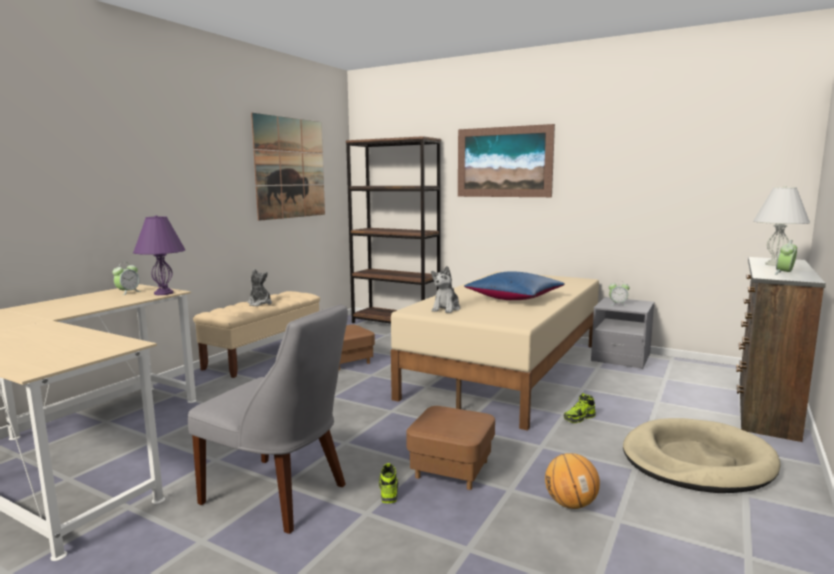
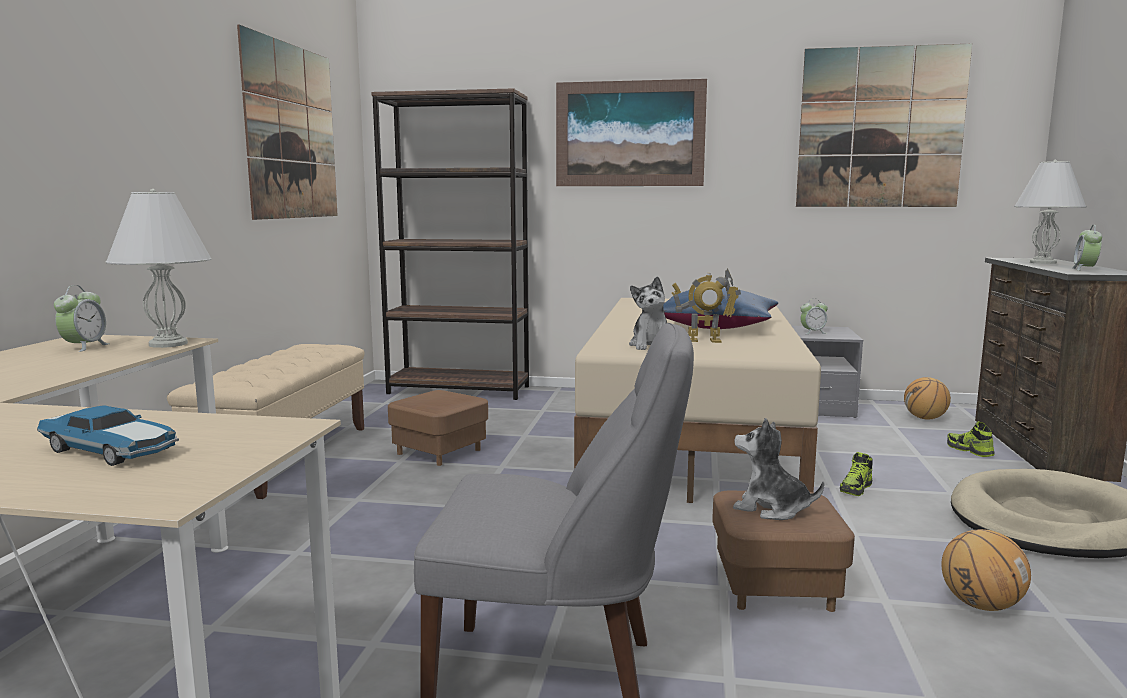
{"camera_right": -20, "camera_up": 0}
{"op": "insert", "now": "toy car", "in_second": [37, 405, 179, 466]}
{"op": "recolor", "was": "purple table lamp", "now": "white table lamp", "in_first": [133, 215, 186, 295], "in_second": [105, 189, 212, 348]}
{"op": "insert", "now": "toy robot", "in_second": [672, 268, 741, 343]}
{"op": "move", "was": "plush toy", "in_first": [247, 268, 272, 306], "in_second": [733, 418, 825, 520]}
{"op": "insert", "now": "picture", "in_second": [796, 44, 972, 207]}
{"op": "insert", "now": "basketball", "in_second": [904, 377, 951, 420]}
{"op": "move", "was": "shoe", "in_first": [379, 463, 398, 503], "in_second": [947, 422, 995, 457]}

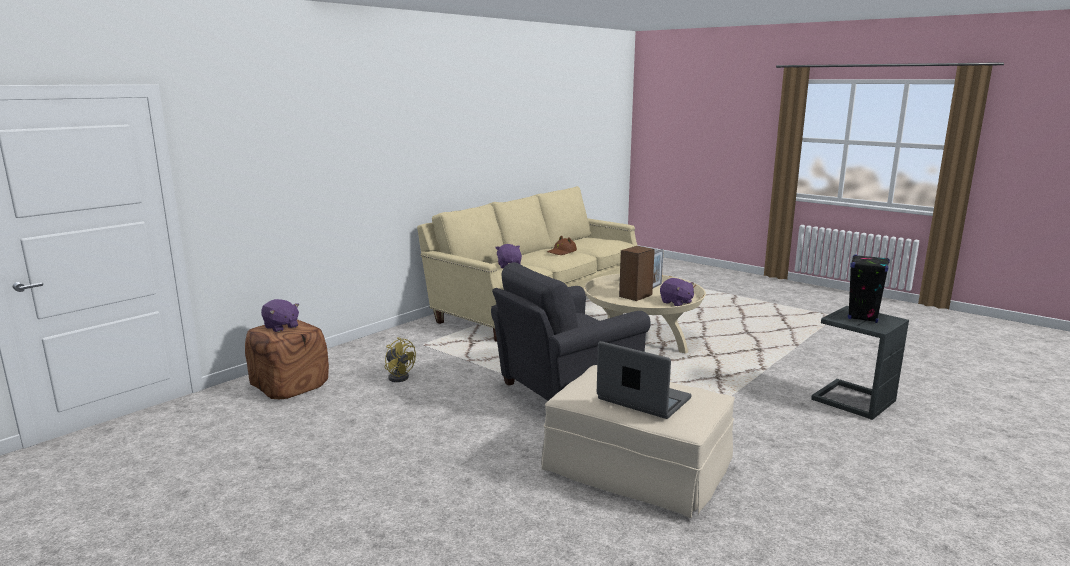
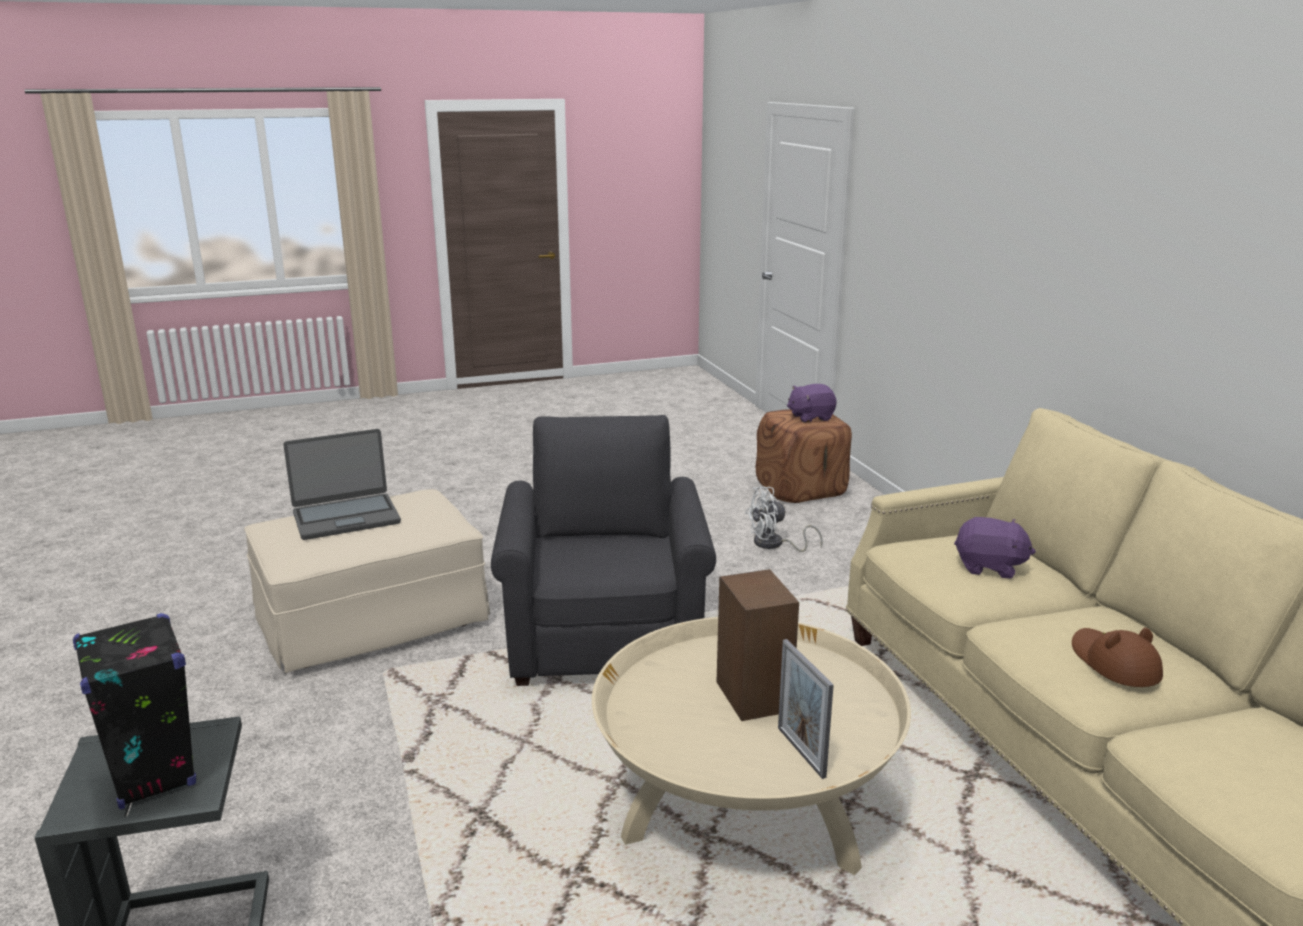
{"camera_right": 120, "camera_up": 5}
{"op": "recolor", "was": "yellow fan", "now": "white fan", "in_first": [385, 337, 416, 382], "in_second": [745, 486, 823, 552]}
{"op": "delete", "was": "purple plush toy", "in_first": [660, 278, 694, 306]}

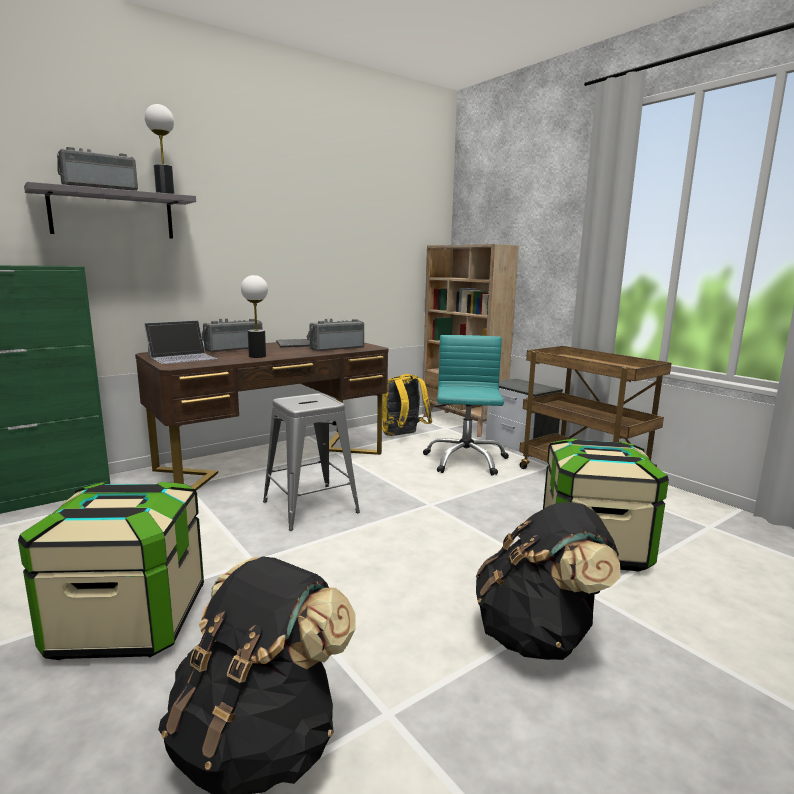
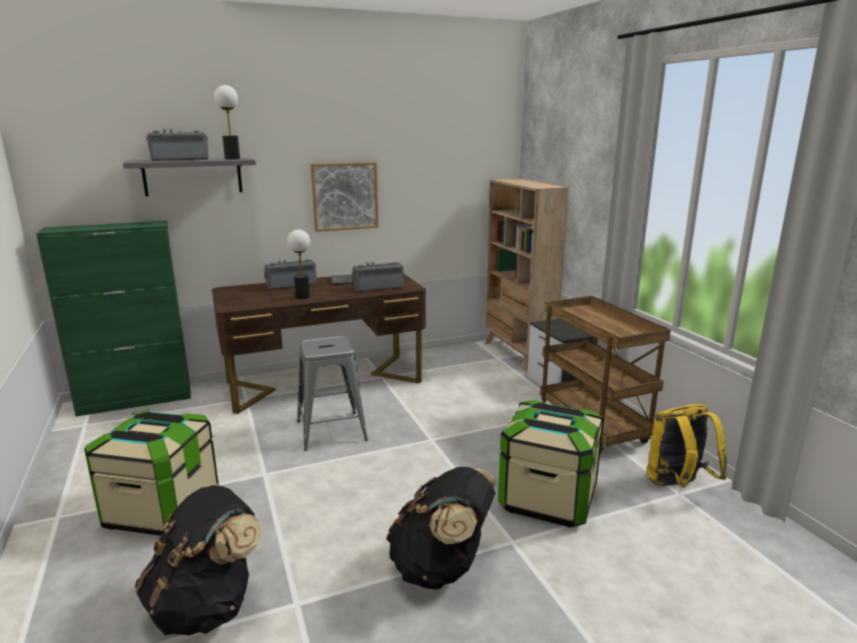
{"camera_right": 15, "camera_up": 5}
{"op": "insert", "now": "picture", "in_second": [311, 162, 378, 232]}
{"op": "move", "was": "yellow backpack", "in_first": [382, 374, 433, 436], "in_second": [647, 404, 728, 488]}
{"op": "delete", "was": "laptop", "in_first": [144, 320, 218, 364]}
{"op": "delete", "was": "turquoise office chair", "in_first": [423, 335, 509, 476]}

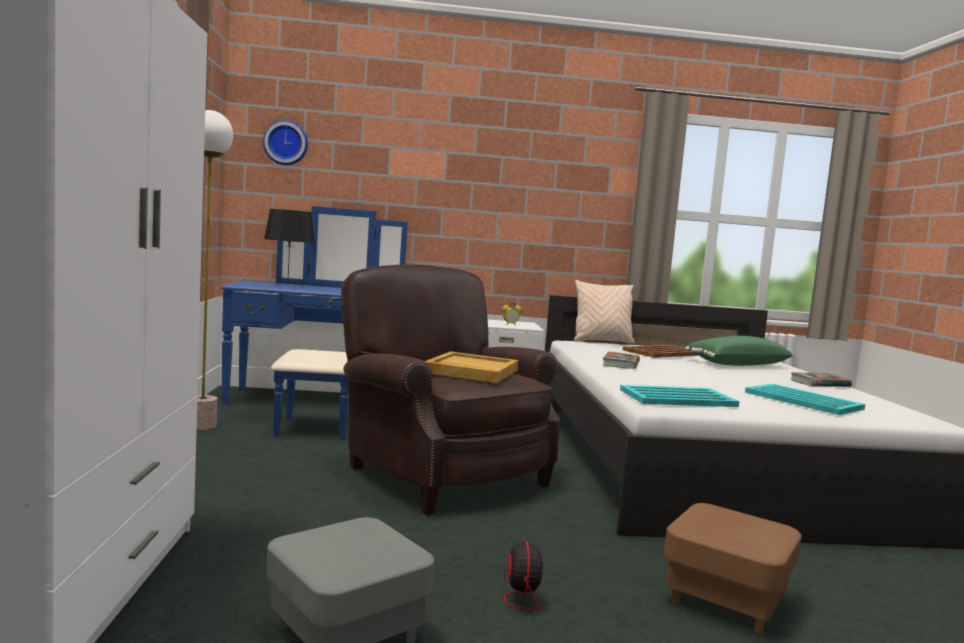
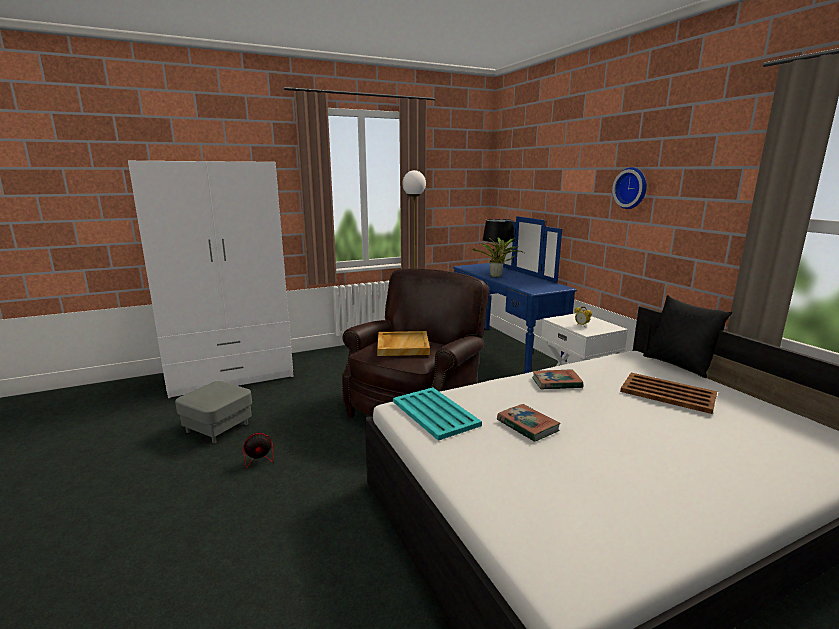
{"camera_right": 70, "camera_up": 10}
{"op": "insert", "now": "potted plant", "in_second": [473, 237, 524, 277]}
{"op": "move", "was": "book", "in_first": [790, 372, 852, 387], "in_second": [497, 404, 561, 442]}
{"op": "move", "was": "wall clock", "in_first": [263, 120, 308, 165], "in_second": [612, 167, 647, 209]}
{"op": "recolor", "was": "beige pillow", "now": "black pillow", "in_first": [574, 280, 635, 344], "in_second": [643, 295, 732, 378]}
{"op": "delete", "was": "brown ottoman", "in_first": [664, 503, 802, 634]}
{"op": "delete", "was": "green pillow", "in_first": [685, 336, 794, 366]}
{"op": "delete", "was": "turquoise tray", "in_first": [745, 384, 865, 415]}

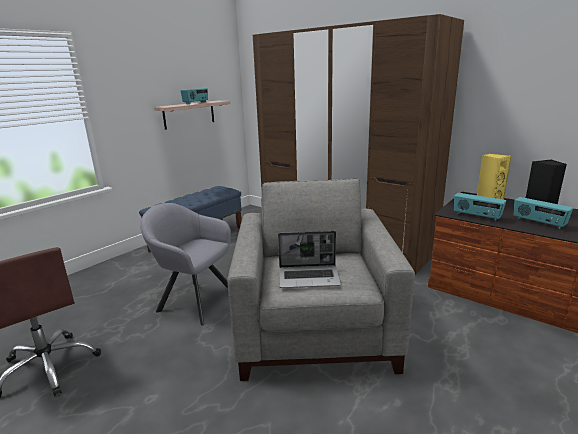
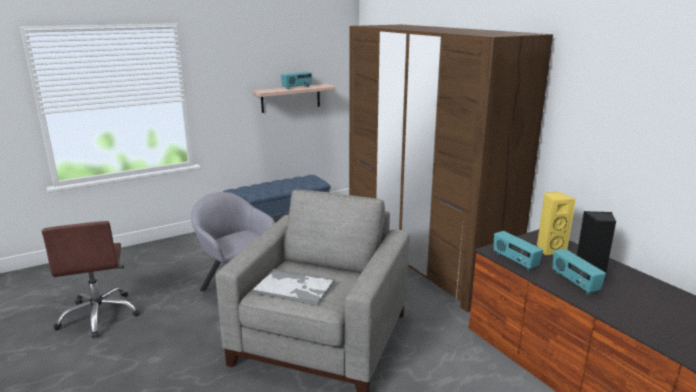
{"camera_right": 20, "camera_up": 0}
{"op": "replace", "was": "laptop", "now": "tray", "in_first": [278, 231, 341, 288], "in_second": [252, 269, 335, 306]}

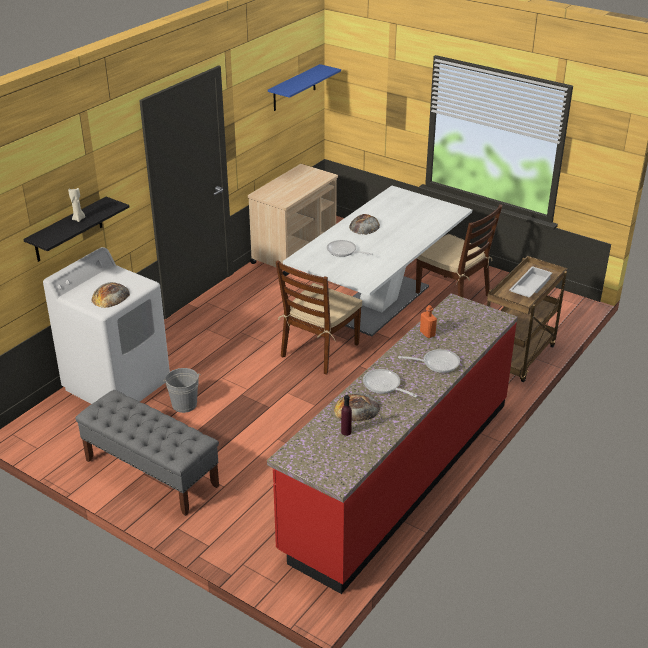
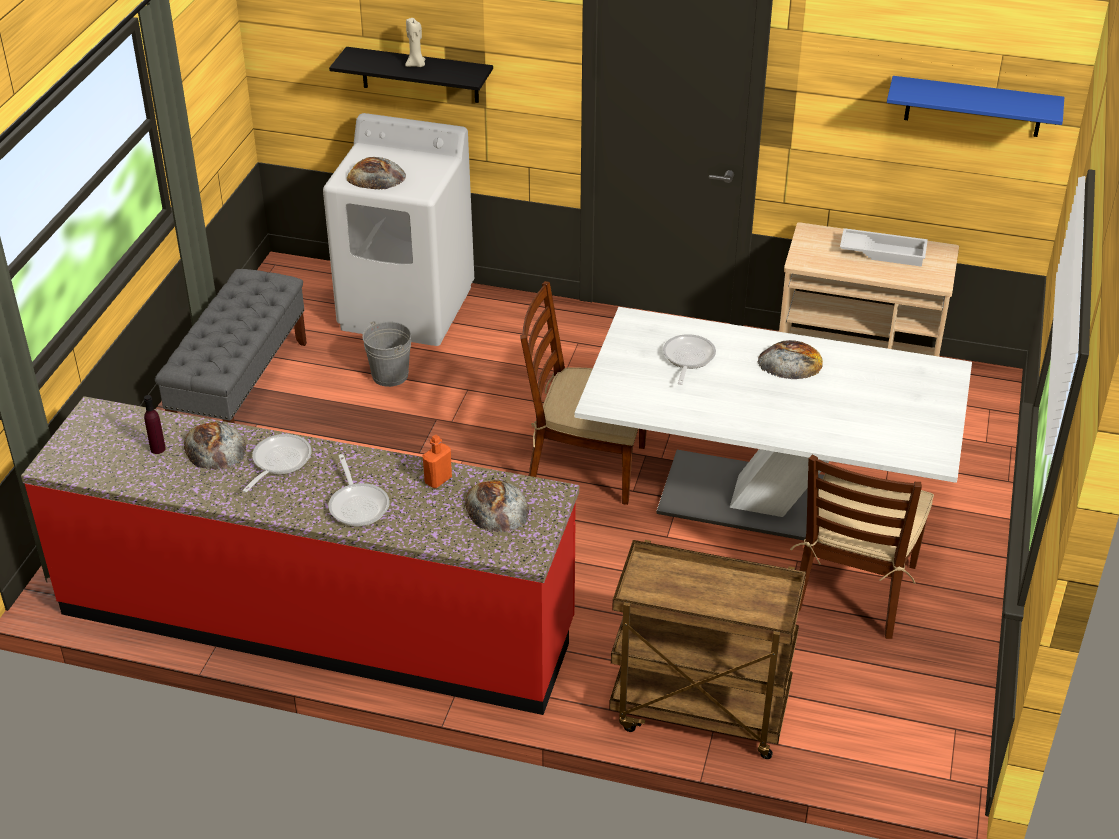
{"camera_right": 70, "camera_up": 5}
{"op": "insert", "now": "bread", "in_second": [465, 480, 529, 533]}
{"op": "move", "was": "white tray", "in_first": [510, 266, 552, 298], "in_second": [840, 228, 928, 267]}

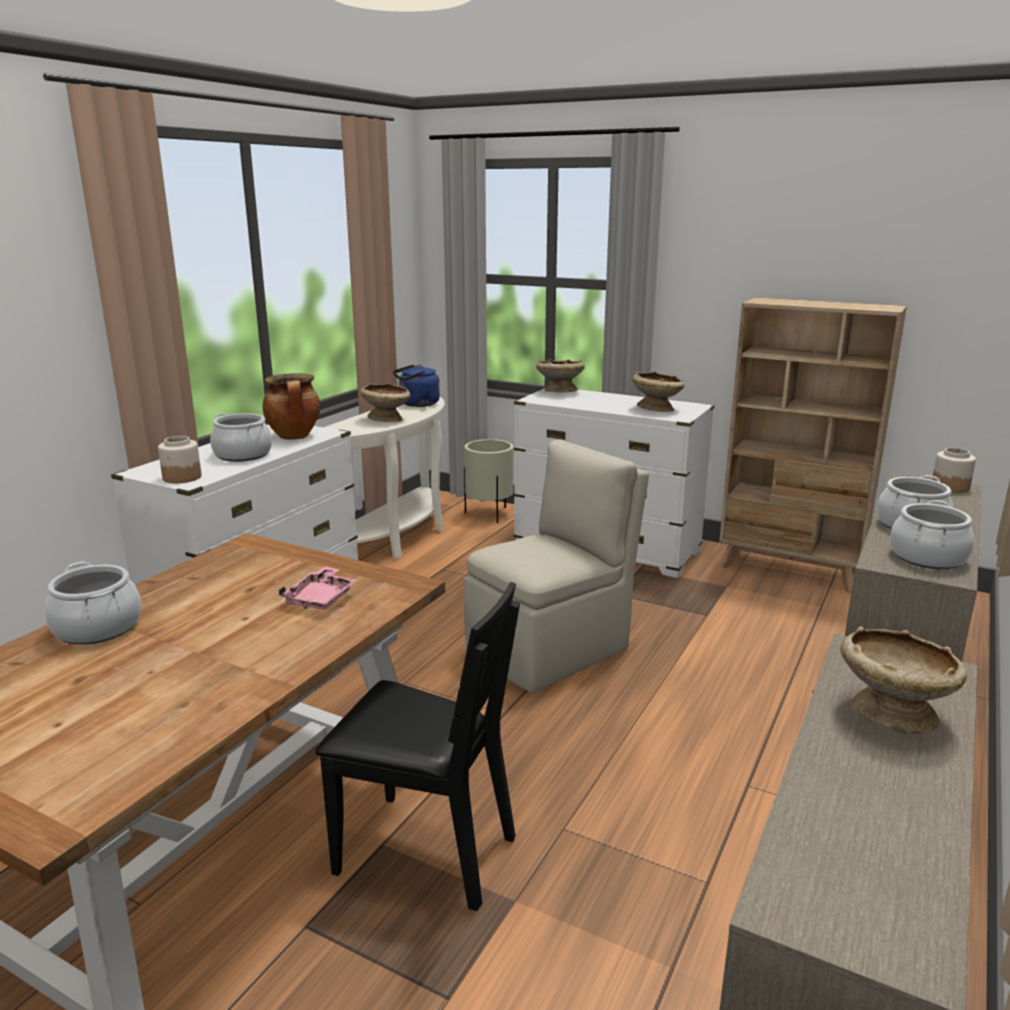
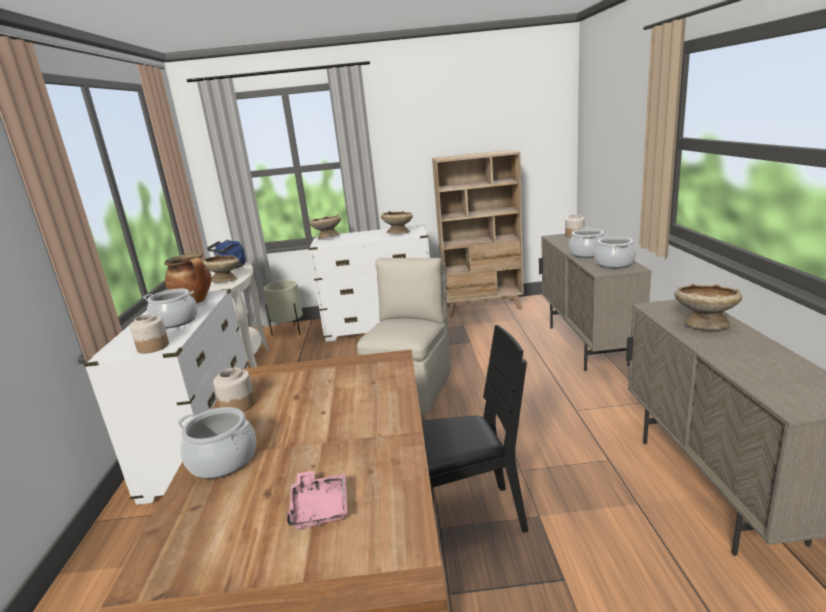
{"camera_right": -30, "camera_up": 0}
{"op": "insert", "now": "jar", "in_second": [213, 367, 255, 412]}
{"op": "move", "was": "pink tray", "in_first": [278, 566, 358, 609], "in_second": [287, 470, 348, 530]}

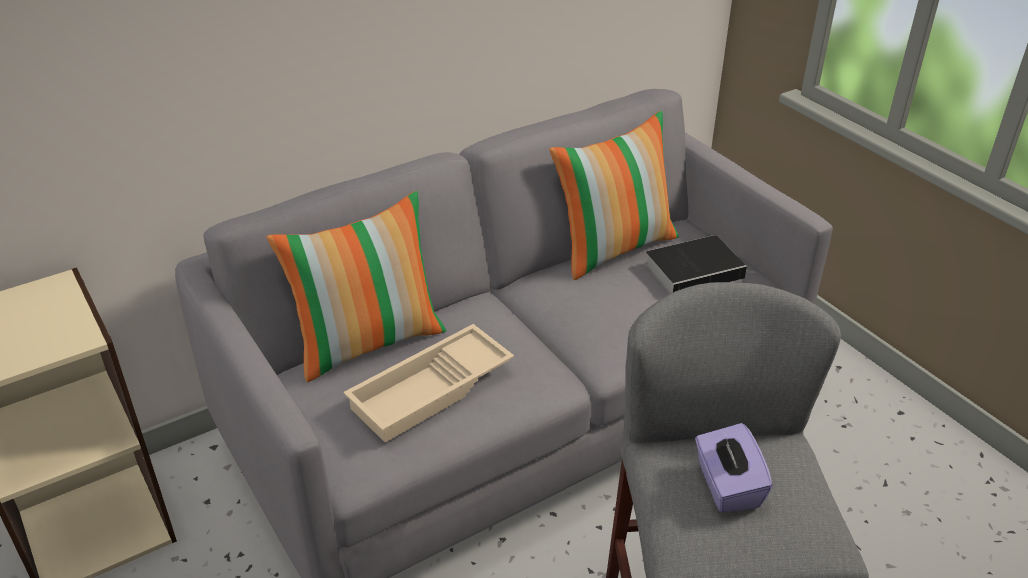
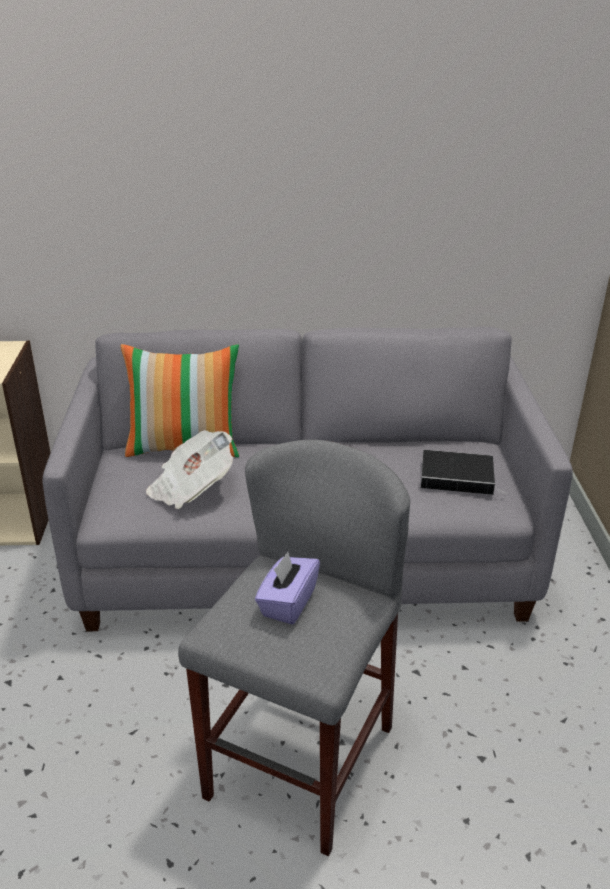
{"camera_right": 30, "camera_up": -5}
{"op": "replace", "was": "beige tray", "now": "newspaper", "in_first": [343, 324, 514, 443], "in_second": [146, 430, 233, 509]}
{"op": "delete", "was": "pillow", "in_first": [549, 111, 679, 280]}

